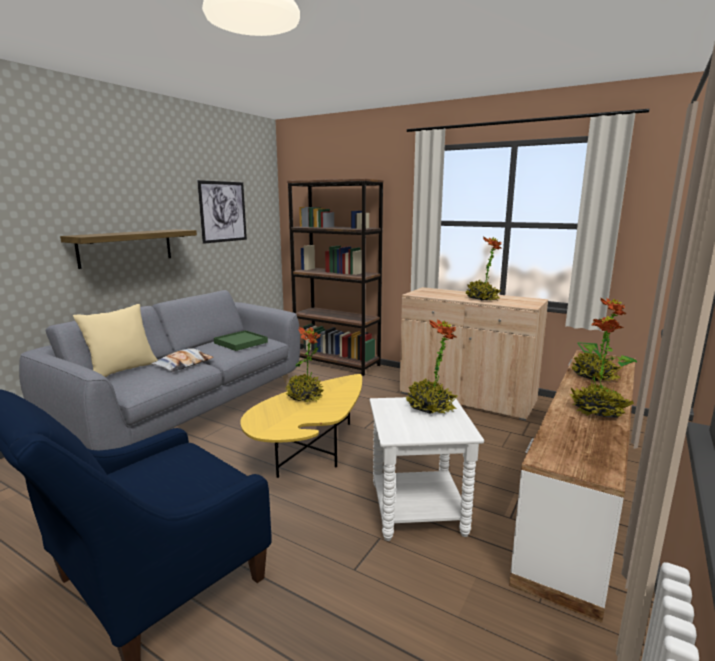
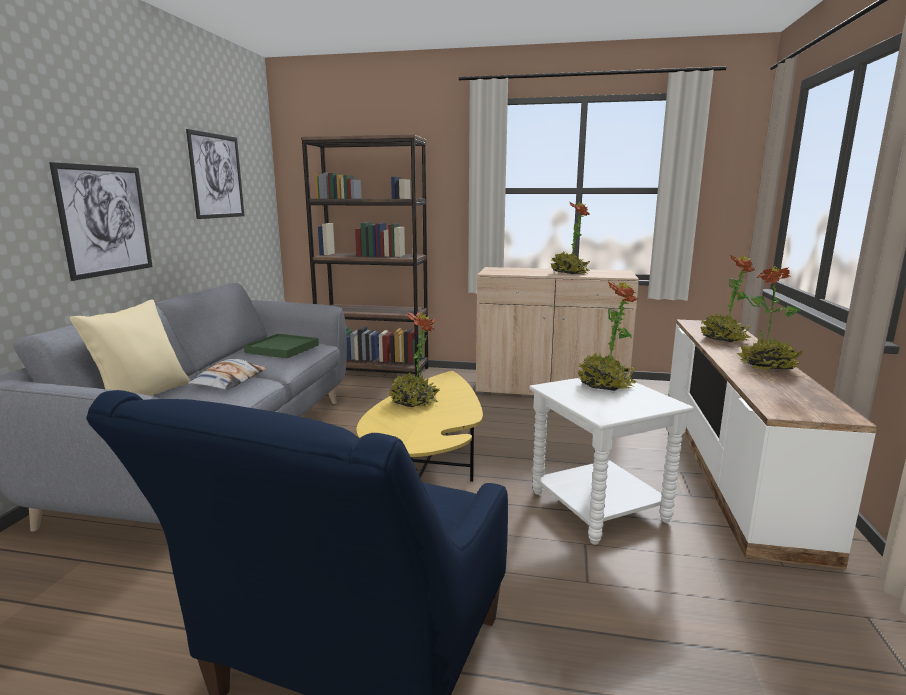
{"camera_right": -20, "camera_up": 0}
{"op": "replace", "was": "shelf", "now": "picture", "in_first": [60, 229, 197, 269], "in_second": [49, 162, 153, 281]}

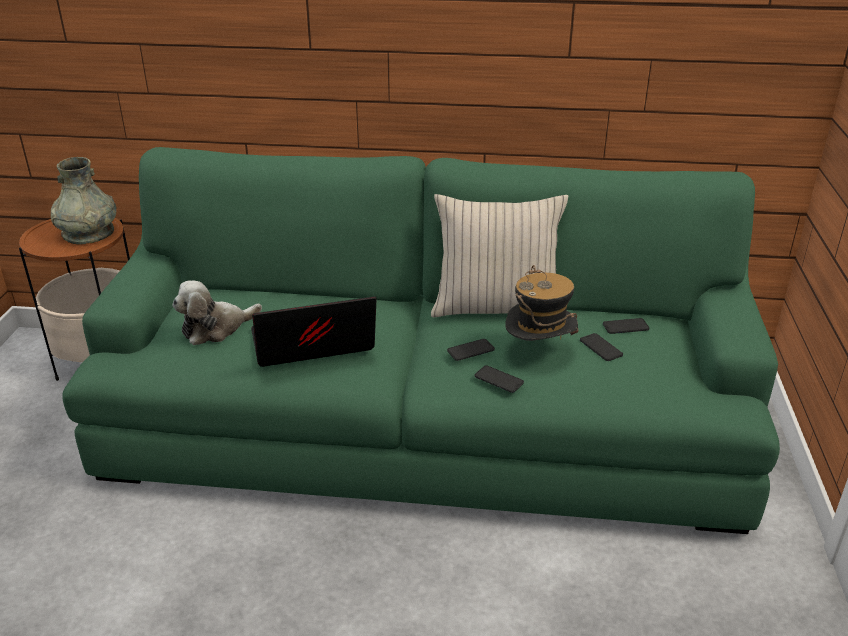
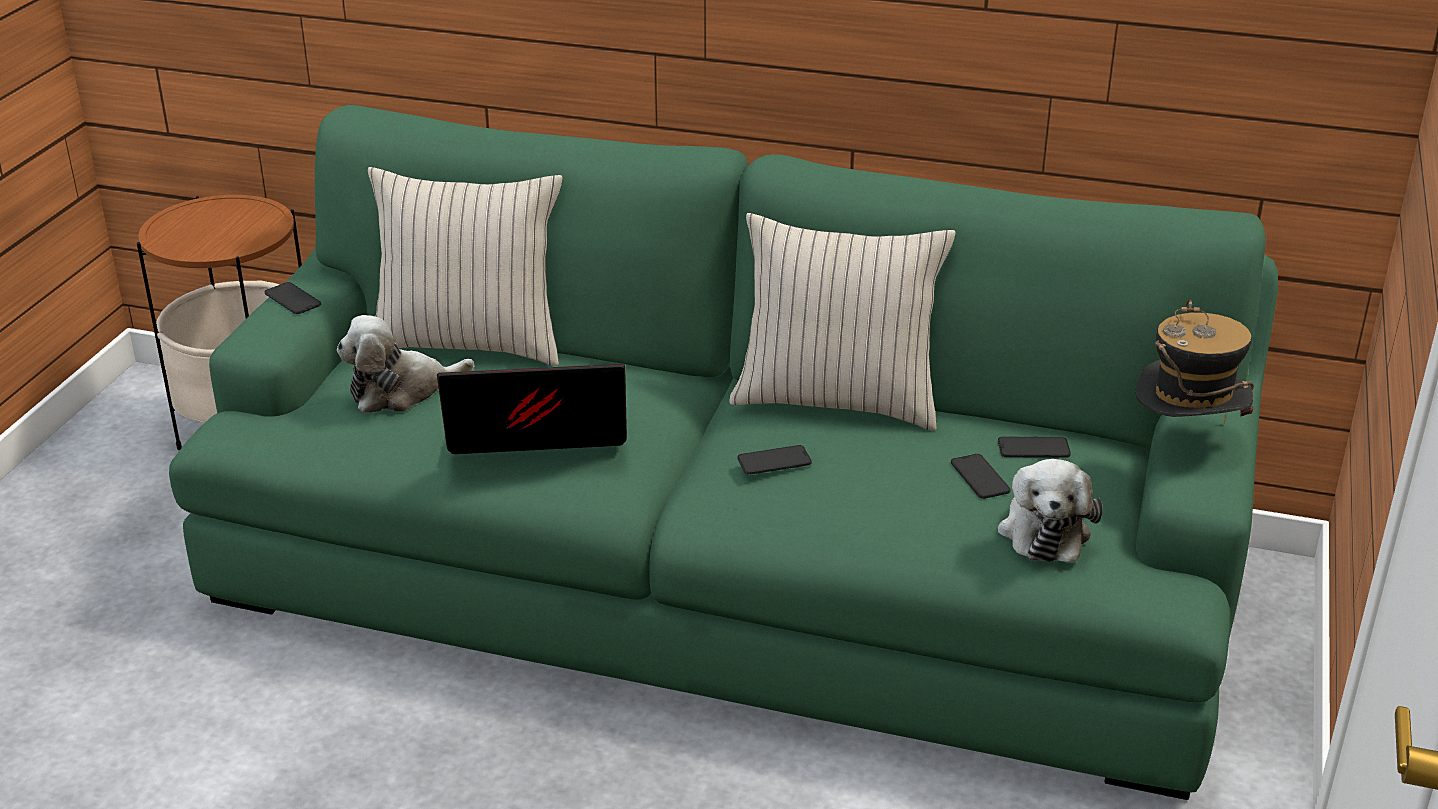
{"camera_right": 10, "camera_up": 0}
{"op": "move", "was": "phone", "in_first": [475, 365, 524, 393], "in_second": [264, 282, 321, 314]}
{"op": "insert", "now": "beige pillow", "in_second": [368, 167, 563, 366]}
{"op": "insert", "now": "plush toy", "in_second": [998, 459, 1103, 562]}
{"op": "move", "was": "hat", "in_first": [505, 265, 578, 341], "in_second": [1135, 300, 1254, 423]}
{"op": "delete", "was": "grey vase", "in_first": [51, 157, 116, 244]}

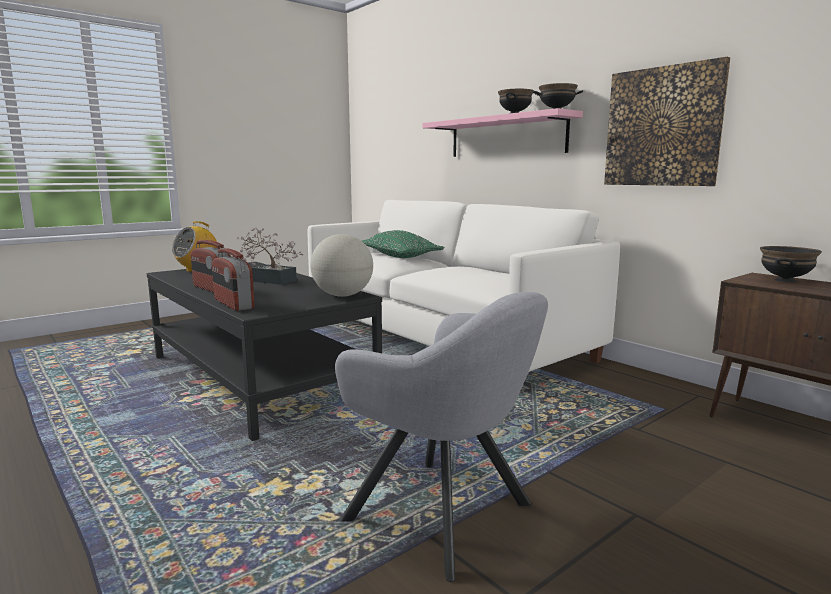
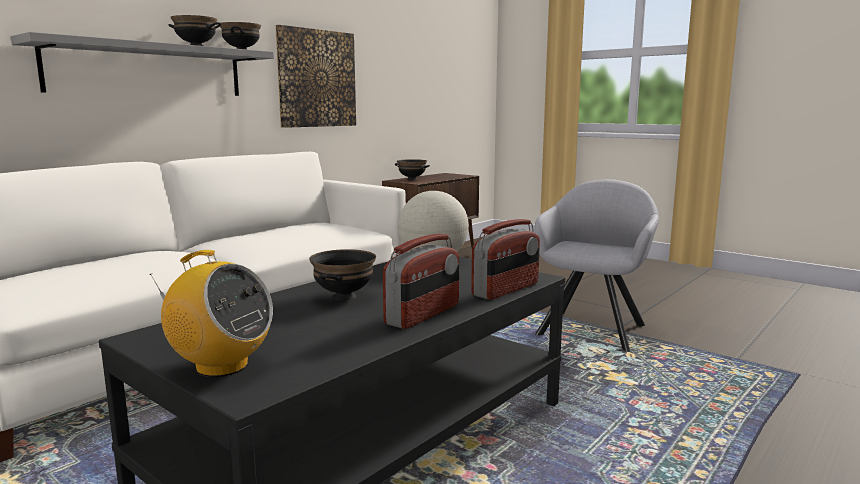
{"camera_right": -100, "camera_up": 0}
{"op": "recolor", "was": "pink shelf", "now": "grey shelf", "in_first": [422, 108, 583, 157], "in_second": [11, 32, 274, 96]}
{"op": "replace", "was": "potted plant", "now": "black bowl", "in_first": [237, 227, 304, 285], "in_second": [309, 249, 376, 300]}
{"op": "delete", "was": "green pillow", "in_first": [362, 230, 445, 258]}

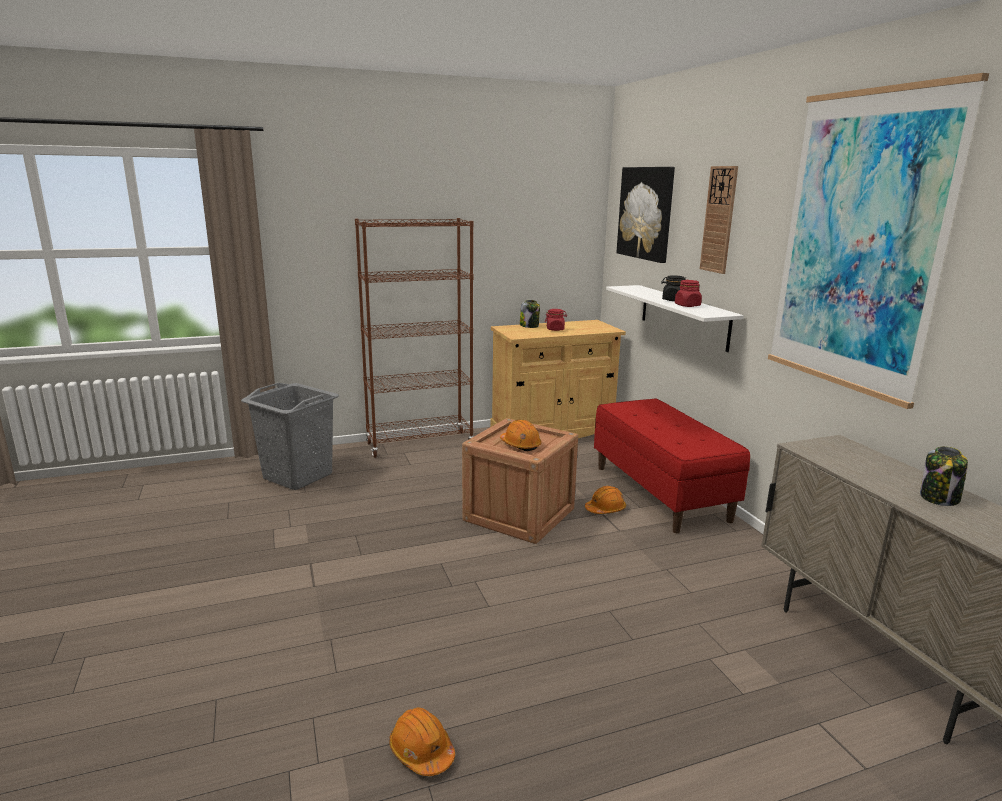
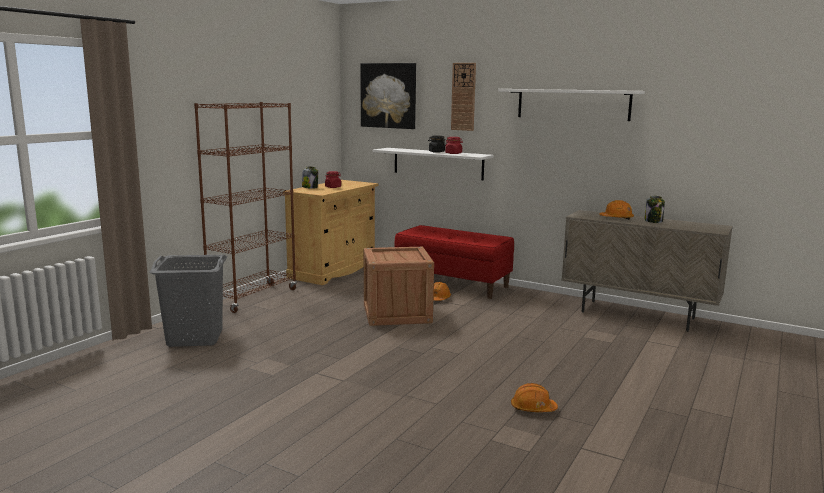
{"camera_right": -40, "camera_up": -5}
{"op": "replace", "was": "picture", "now": "white shelf", "in_first": [768, 73, 989, 409], "in_second": [498, 89, 645, 121]}
{"op": "move", "was": "orange hard hat", "in_first": [500, 420, 542, 451], "in_second": [599, 200, 634, 220]}

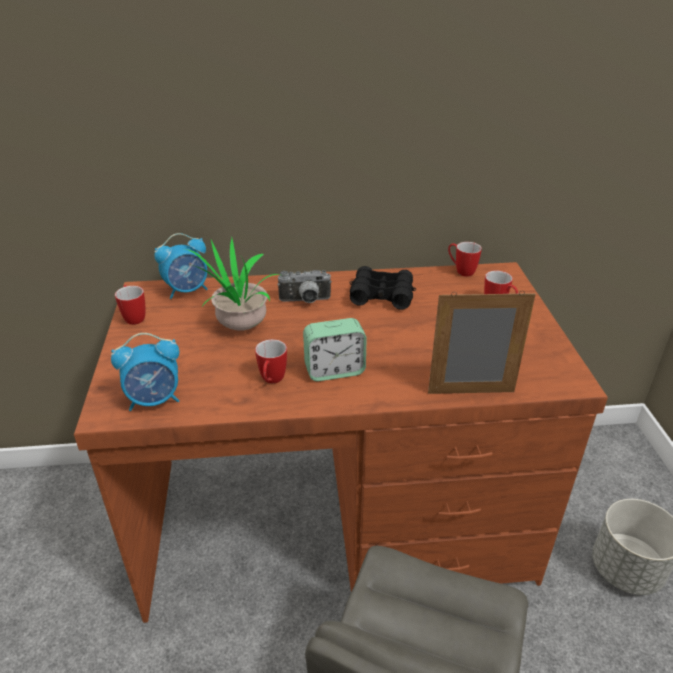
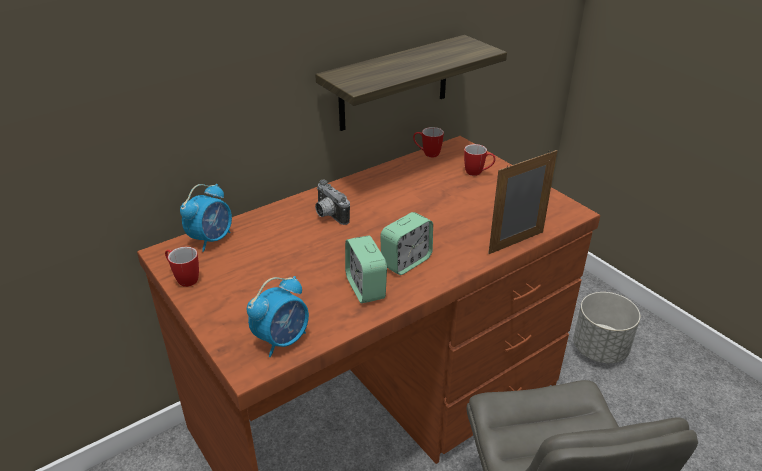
{"camera_right": -30, "camera_up": 0}
{"op": "insert", "now": "shelf", "in_second": [315, 35, 507, 131]}
{"op": "rotate", "was": "photo camera", "in_first": [278, 270, 332, 303], "in_second": [315, 180, 350, 225], "clockwise": 90}
{"op": "replace", "was": "mug", "now": "alarm clock", "in_first": [255, 339, 287, 383], "in_second": [345, 236, 387, 303]}
{"op": "delete", "was": "potted plant", "in_first": [185, 238, 283, 331]}
{"op": "delete", "was": "black binoculars", "in_first": [350, 266, 416, 310]}

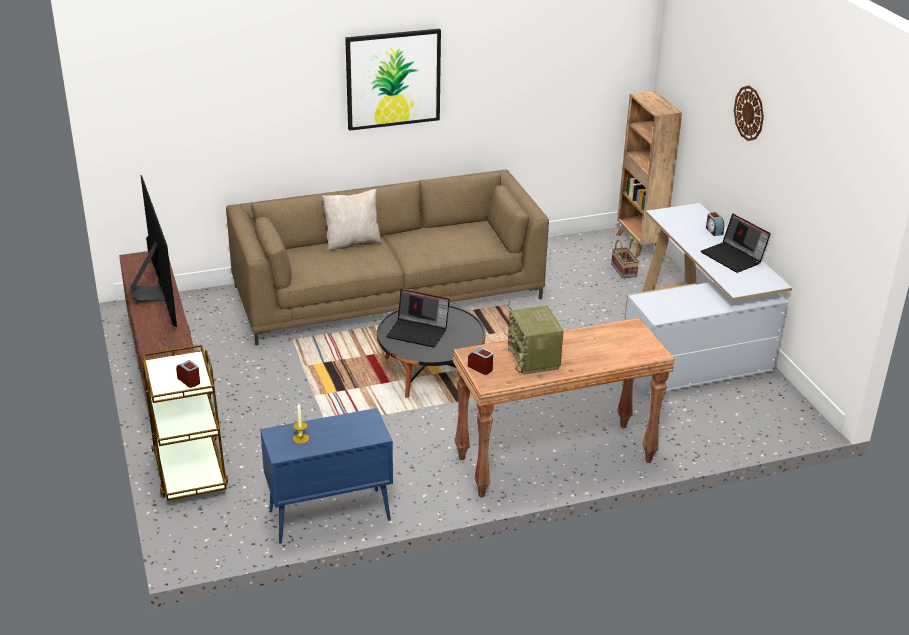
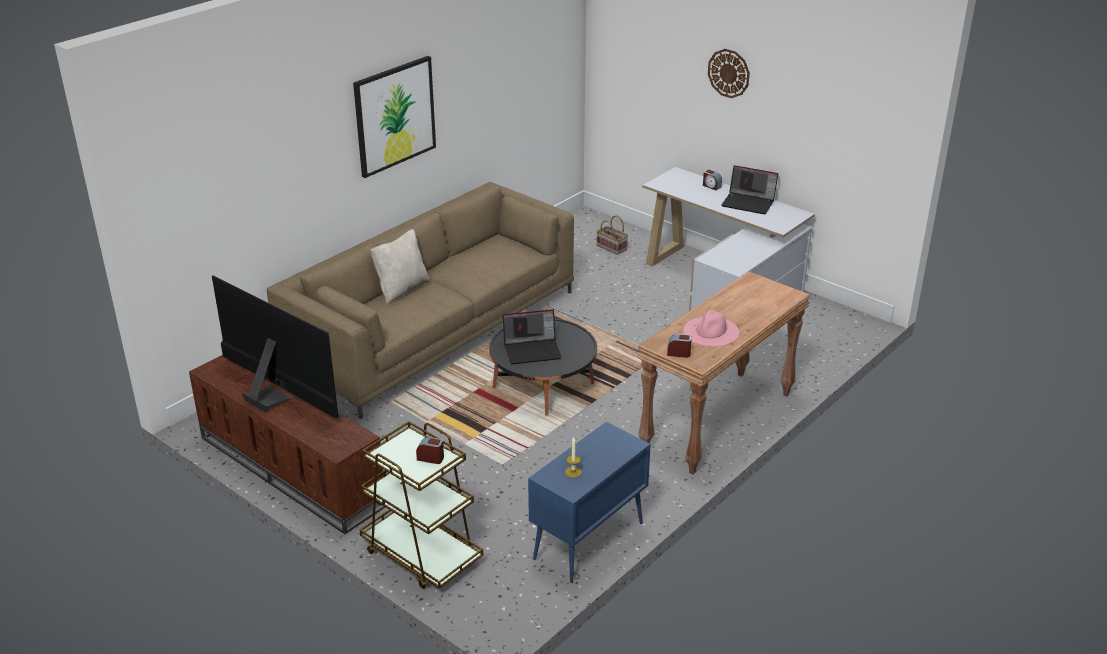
{"camera_right": -30, "camera_up": 0}
{"op": "replace", "was": "radio", "now": "pink hat", "in_first": [508, 306, 563, 375], "in_second": [683, 310, 739, 346]}
{"op": "delete", "was": "brown bookcase", "in_first": [616, 91, 682, 257]}

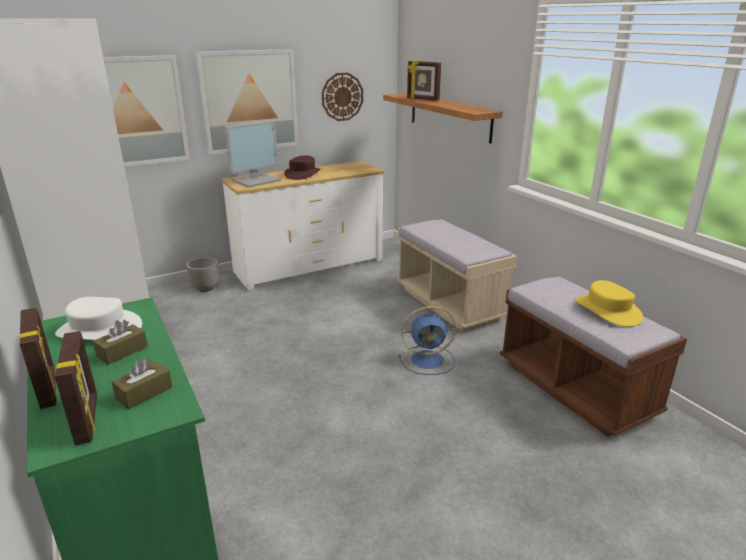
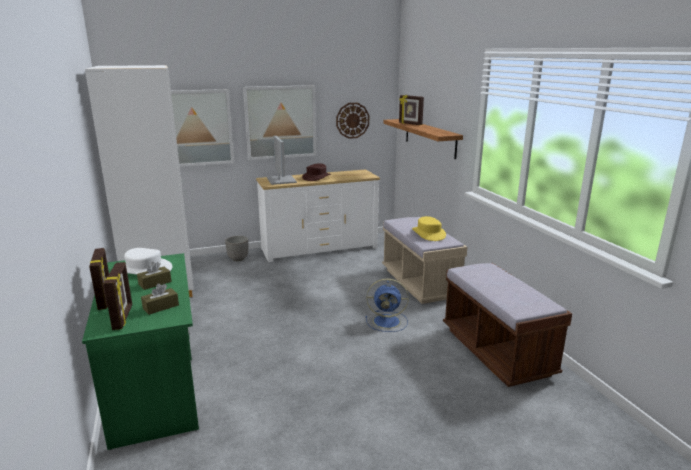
{"camera_right": 10, "camera_up": -5}
{"op": "rotate", "was": "monitor", "in_first": [225, 120, 281, 188], "in_second": [267, 136, 297, 185], "clockwise": -75}
{"op": "move", "was": "yellow hat", "in_first": [575, 280, 643, 327], "in_second": [412, 216, 446, 241]}

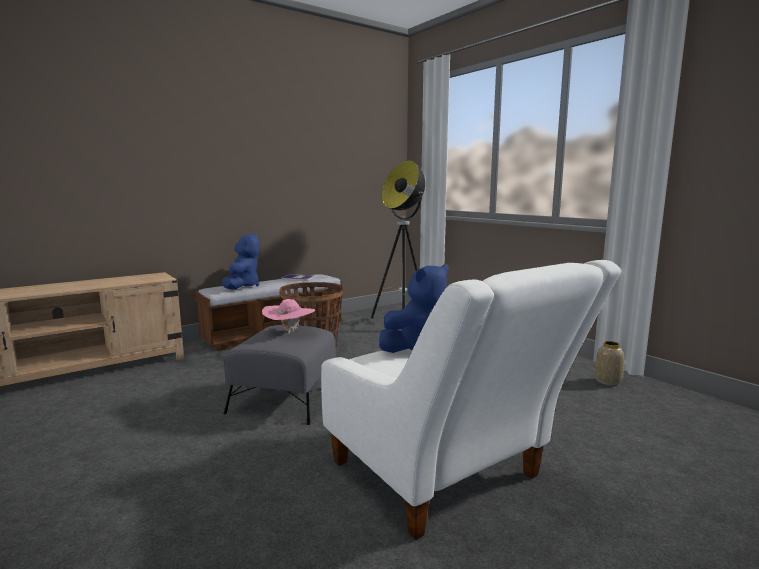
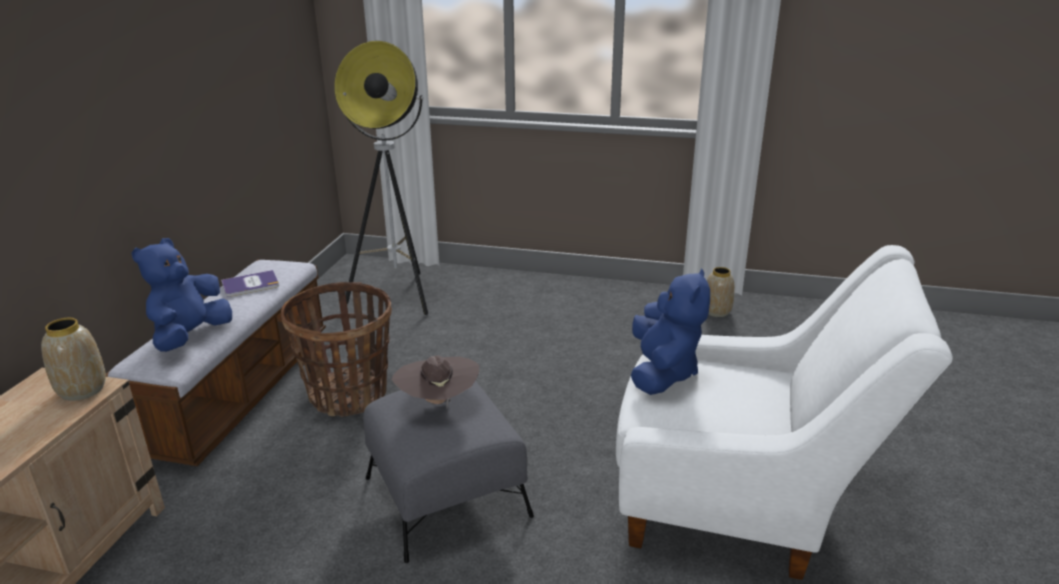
{"camera_right": -40, "camera_up": 15}
{"op": "insert", "now": "vase", "in_second": [41, 318, 106, 401]}
{"op": "rotate", "was": "blue plush toy", "in_first": [222, 233, 259, 290], "in_second": [132, 238, 232, 352], "clockwise": -120}
{"op": "recolor", "was": "pink hat", "now": "brown hat", "in_first": [262, 299, 315, 334], "in_second": [392, 355, 479, 407]}

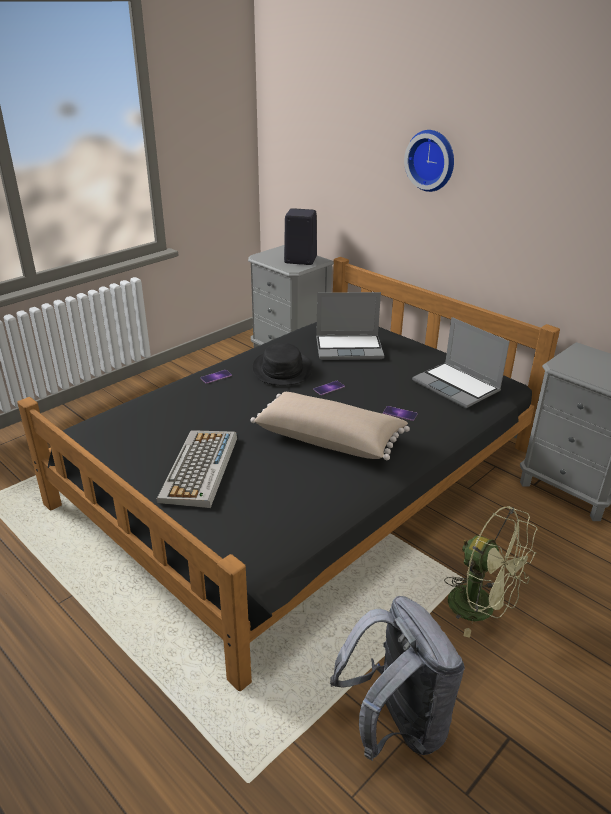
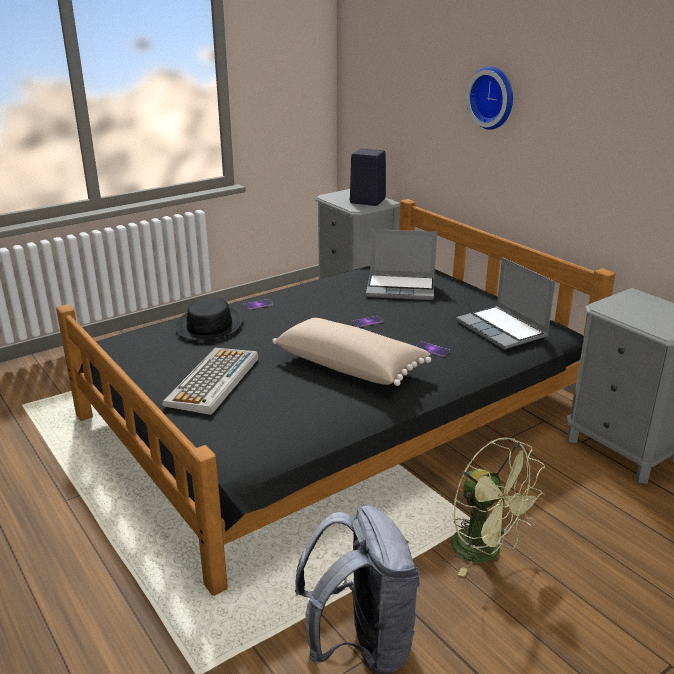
{"camera_right": 10, "camera_up": -5}
{"op": "move", "was": "black hat", "in_first": [252, 343, 313, 385], "in_second": [175, 297, 243, 341]}

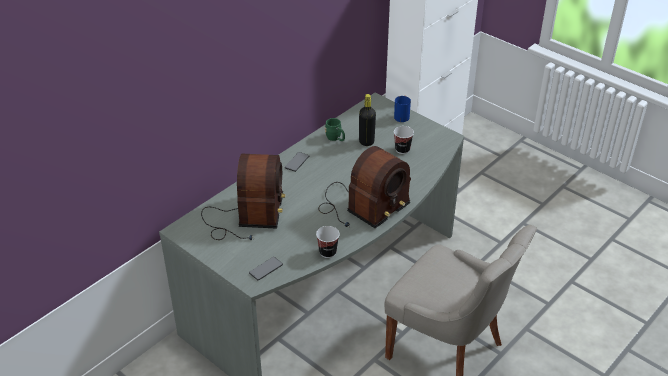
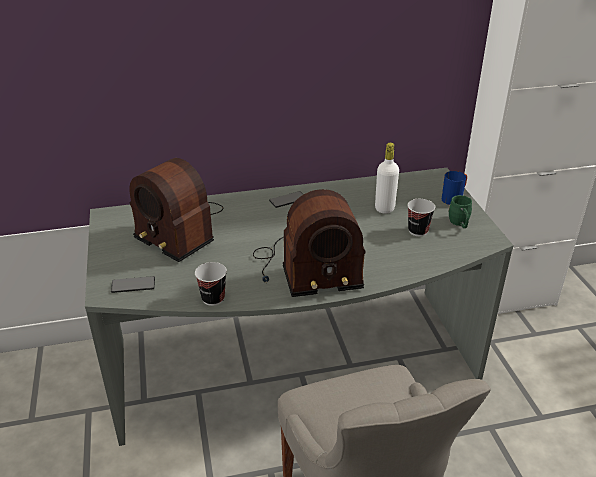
{"camera_right": 35, "camera_up": -5}
{"op": "rotate", "was": "radio", "in_first": [201, 154, 285, 240], "in_second": [129, 158, 223, 262], "clockwise": 90}
{"op": "recolor", "was": "black bottle", "now": "white bottle", "in_first": [359, 94, 376, 146], "in_second": [375, 143, 399, 214]}
{"op": "move", "was": "green mug", "in_first": [325, 118, 345, 141], "in_second": [448, 195, 472, 228]}

